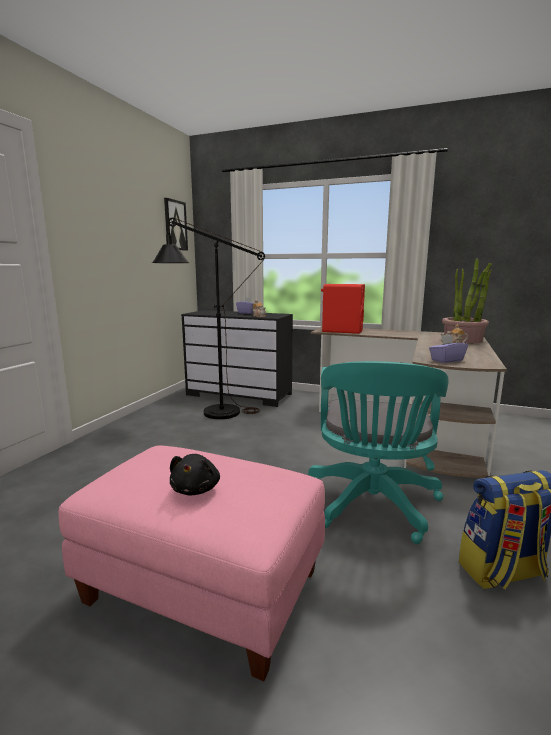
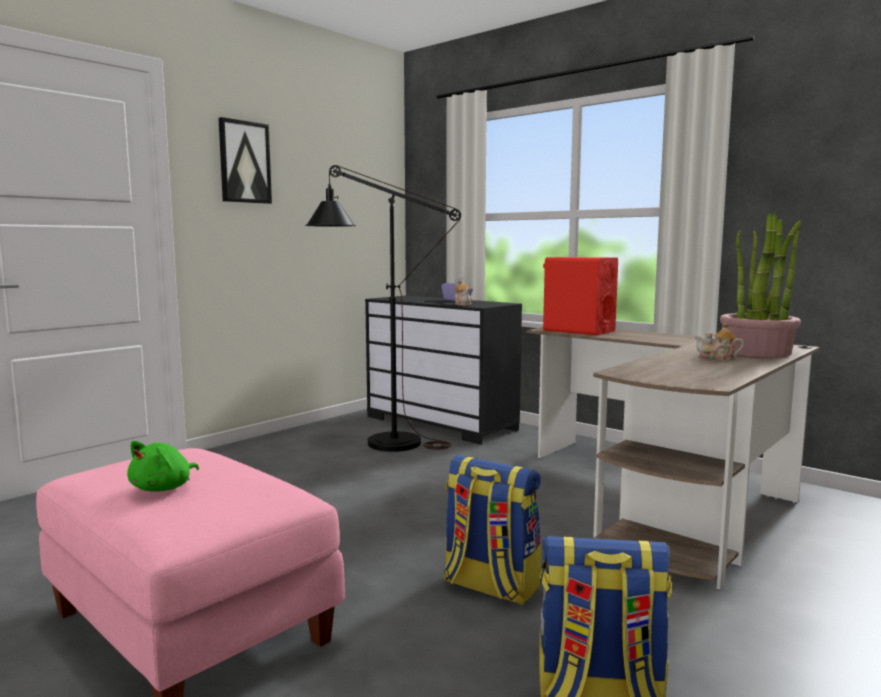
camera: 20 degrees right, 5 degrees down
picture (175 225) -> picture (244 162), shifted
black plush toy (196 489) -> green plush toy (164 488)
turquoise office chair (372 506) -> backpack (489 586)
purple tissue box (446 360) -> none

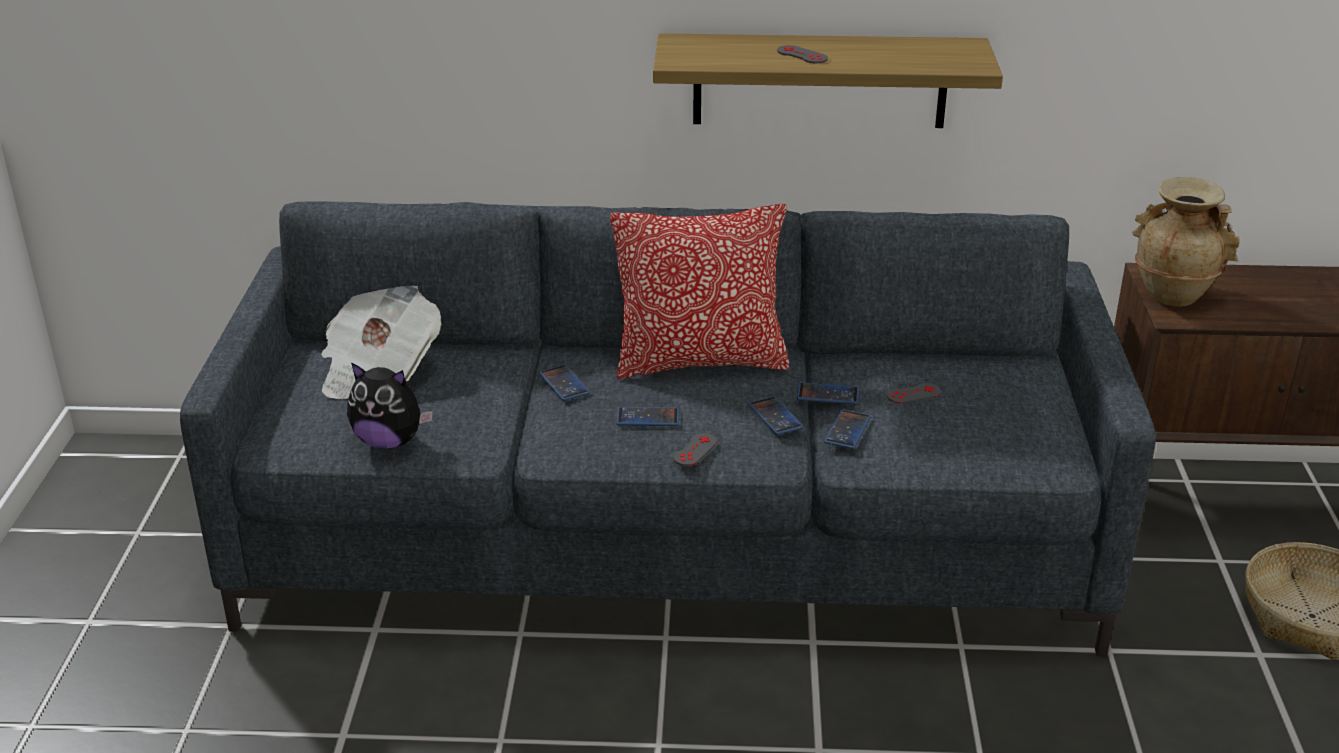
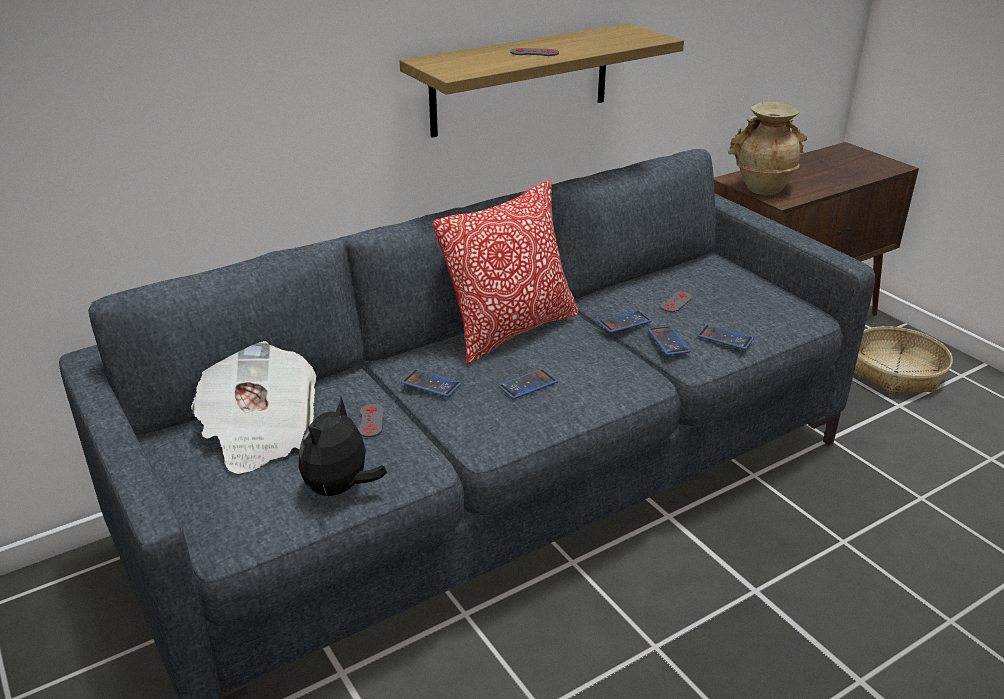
camera: 35 degrees left, 0 degrees up
plush toy (389 441) -> plush toy (340 489), 135 degrees clockwise
grey game controller (695 450) -> grey game controller (370 420), shifted
phone (775 416) -> phone (725 338), shifted

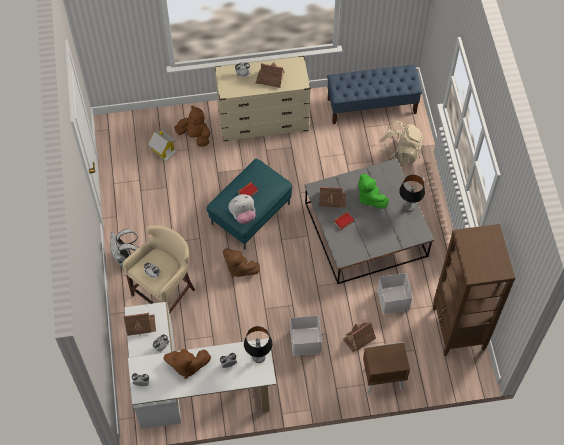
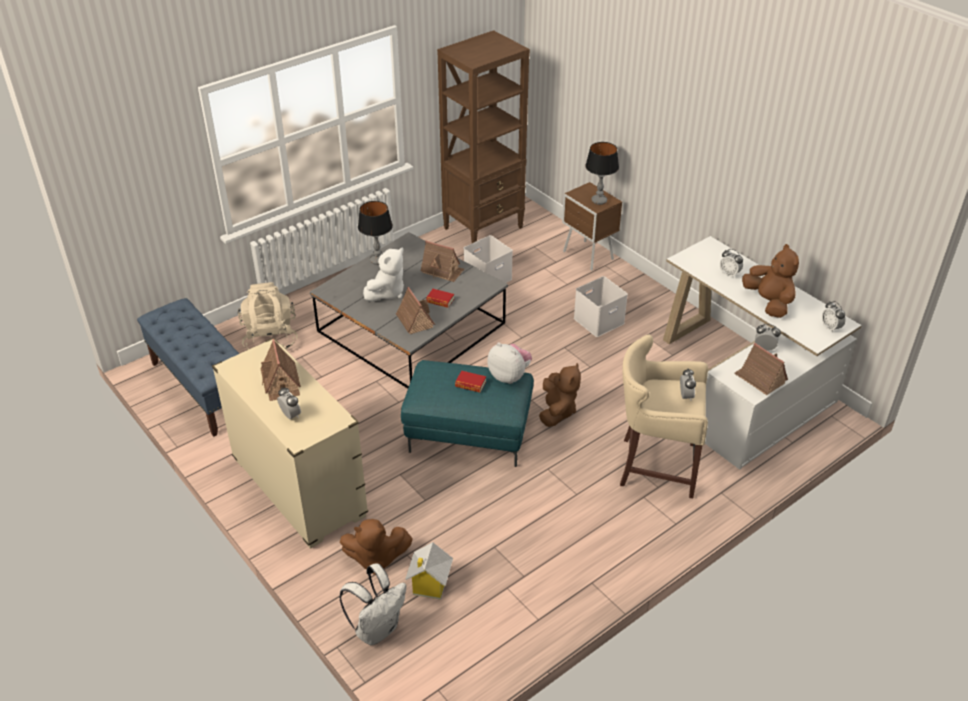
camera: 120 degrees left, 20 degrees down
white backpack (125 259) -> white backpack (377 628), shifted
brown plush toy (195 136) -> brown plush toy (375 558), 90 degrees counterclockwise
table lamp (258 357) -> table lamp (599 201), shifted
toy house (359 338) -> toy house (442 271), shifted
green plush toy (370 197) -> white plush toy (387 292)

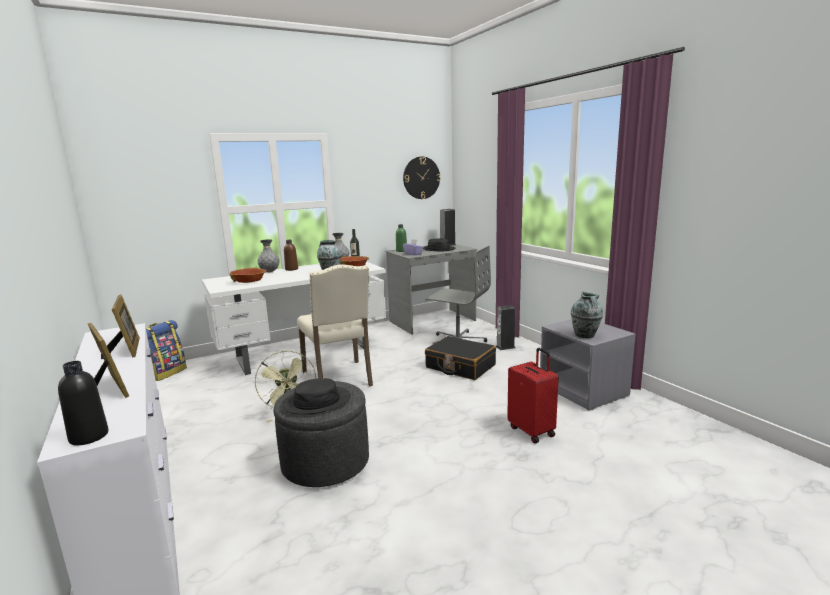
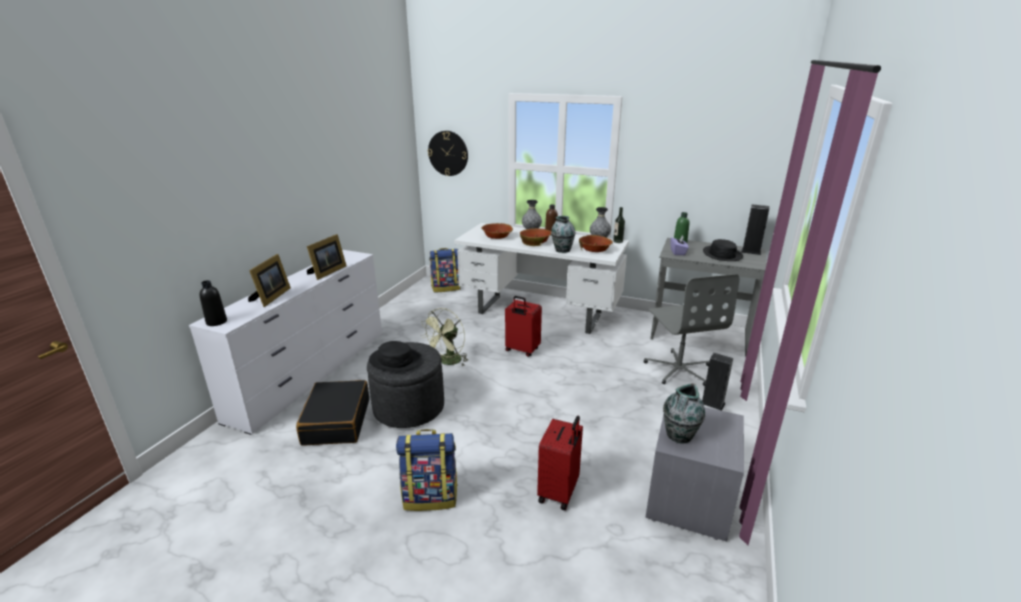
camera: 50 degrees right, 10 degrees up
beige chair (339 379) -> red suitcase (522 350)
wall clock (421 178) -> wall clock (448 153), shifted
black suitcase (460 366) -> black suitcase (336 421), shifted
none -> backpack (431 497)
none -> bowl (535 242)

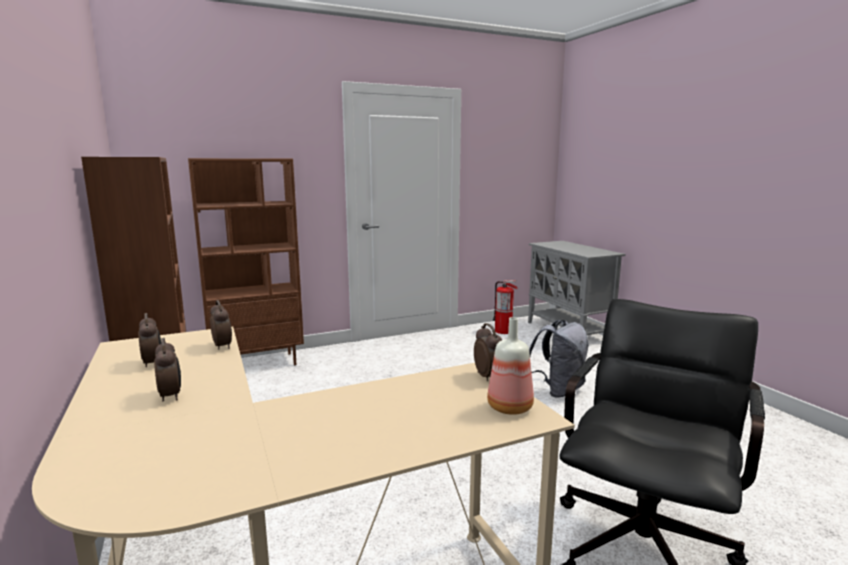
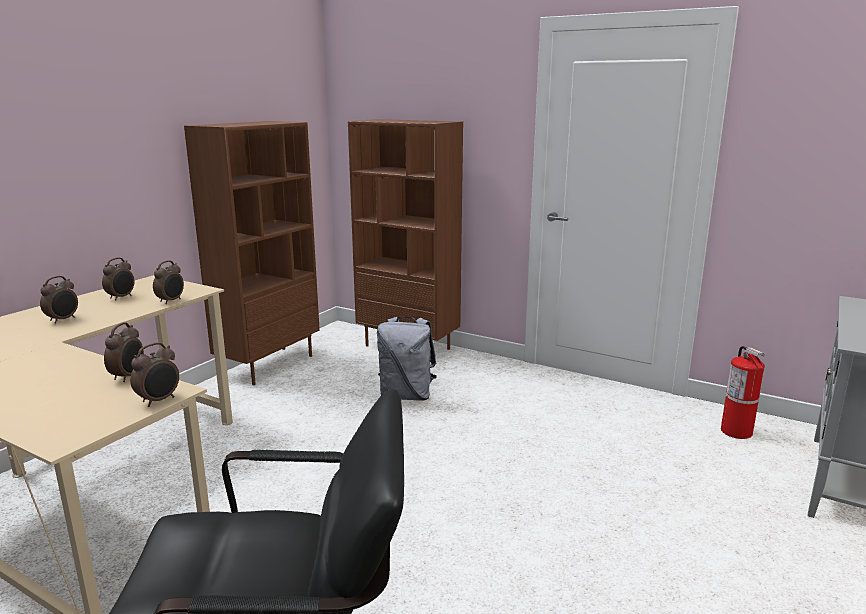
camera: 55 degrees right, 5 degrees up
bottle (511 408) -> none
grey backpack (558 390) -> grey backpack (407 395), shifted
none -> alarm clock (128 376)

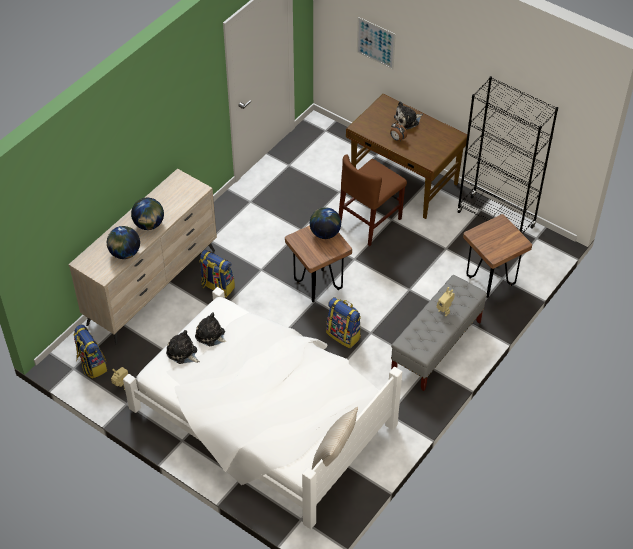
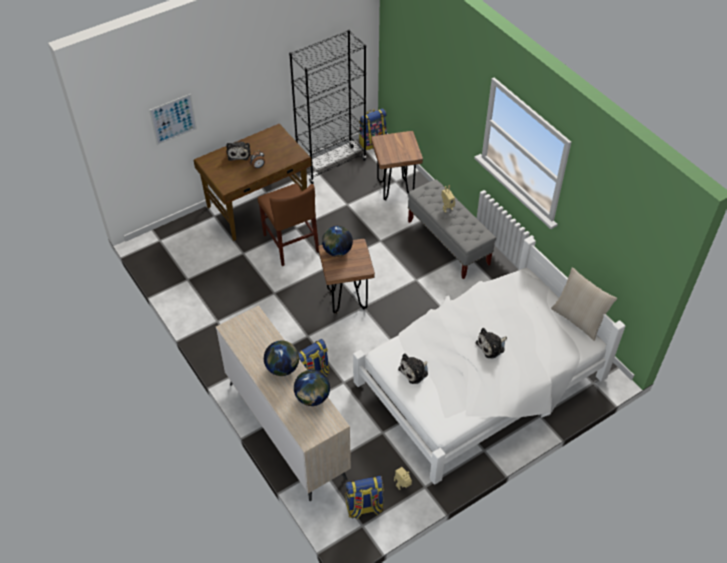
camera: 70 degrees left, 0 degrees up
plush toy (183 353) -> plush toy (492 346), shifted
backpack (344 335) -> backpack (372 142), shifted

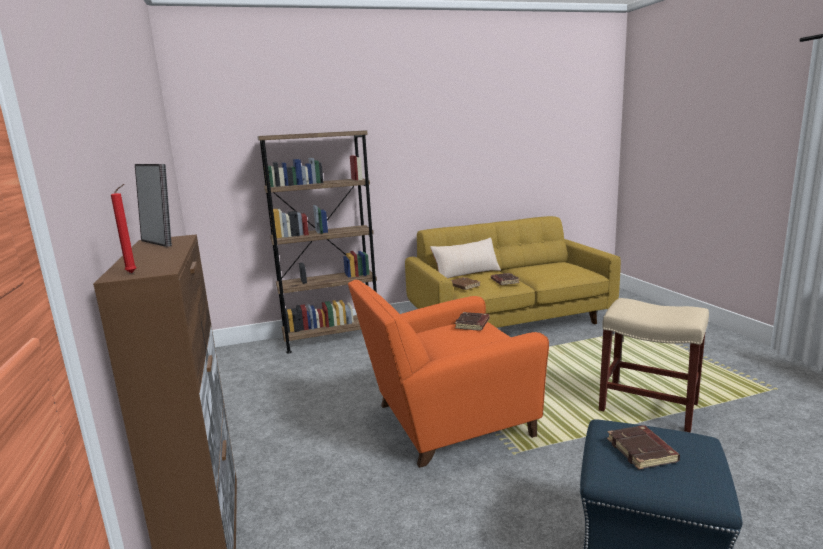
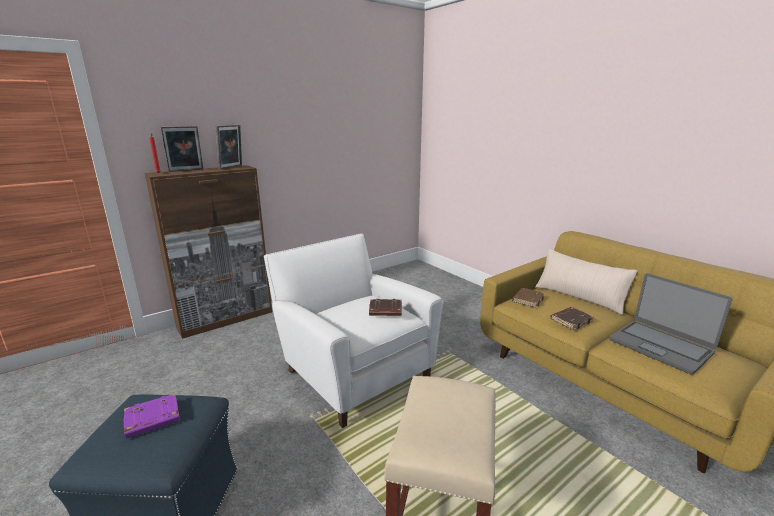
camera: 70 degrees right, 5 degrees up
brown bookcase (331 338) -> none
orange armchair (445 422) -> white armchair (353 371)
brown book (642 451) -> purple book (152 420)
none -> picture frame (186 170)
none -> laptop (660 346)

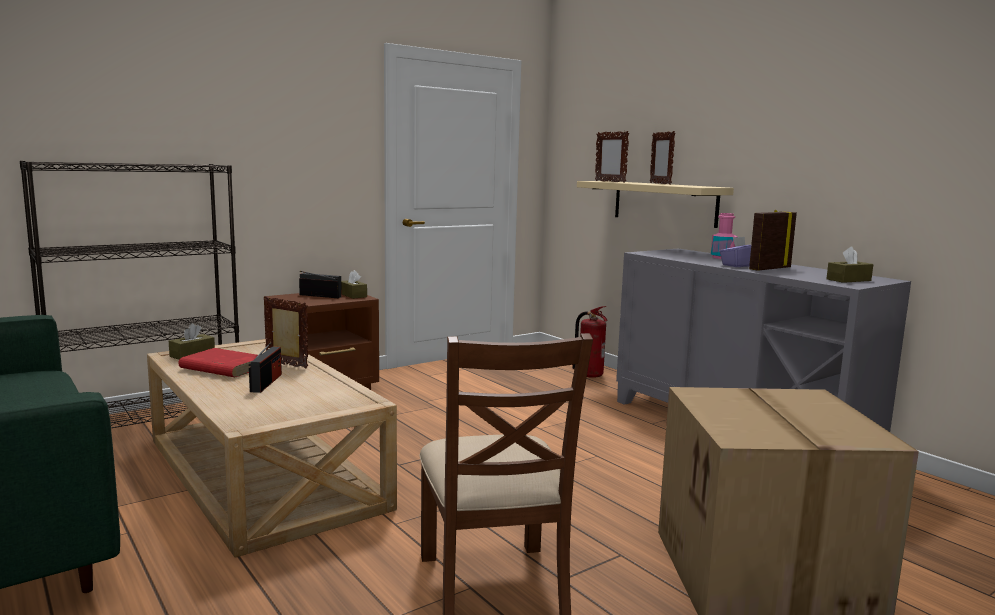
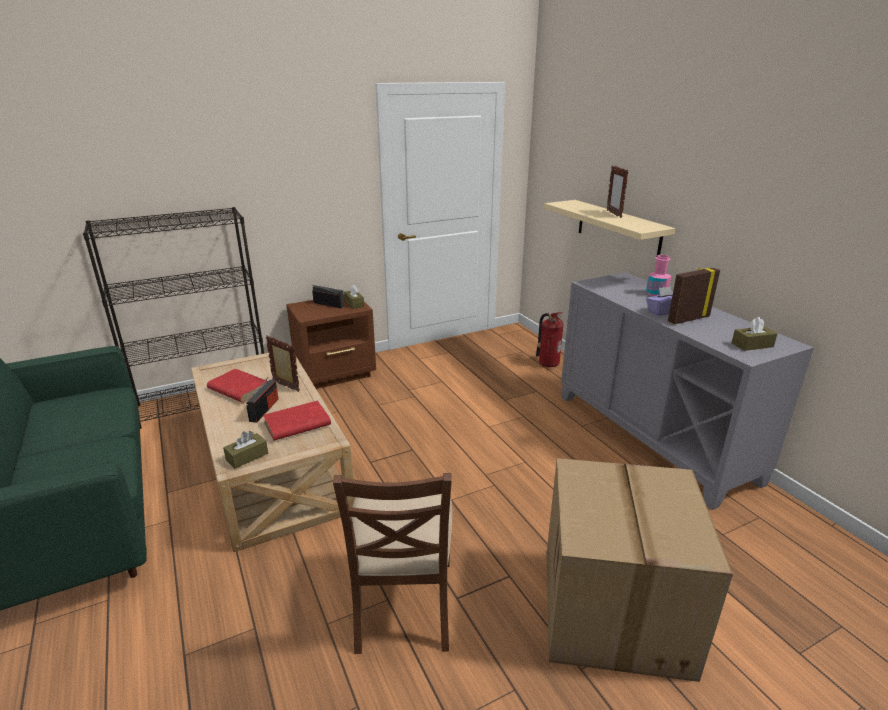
camera: 10 degrees right, 15 degrees up
brown tissue box (192 354) -> brown tissue box (247 457), shifted
picture frame (610 182) -> none
none -> red book (296 424)

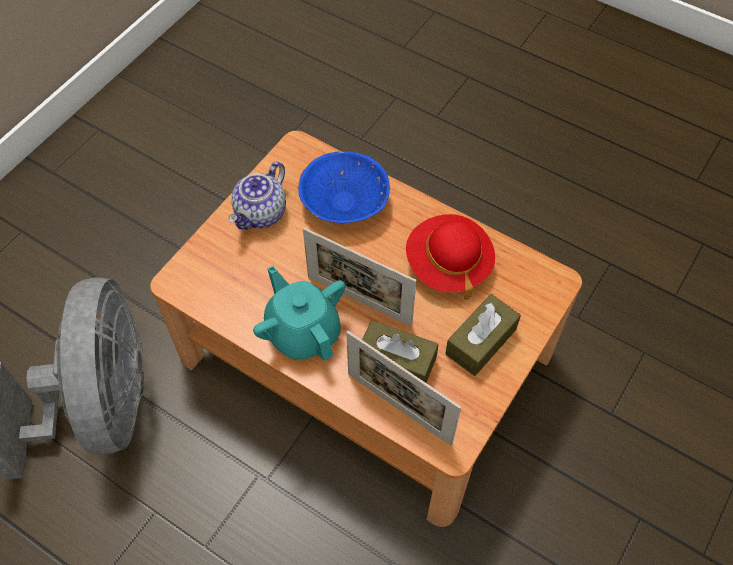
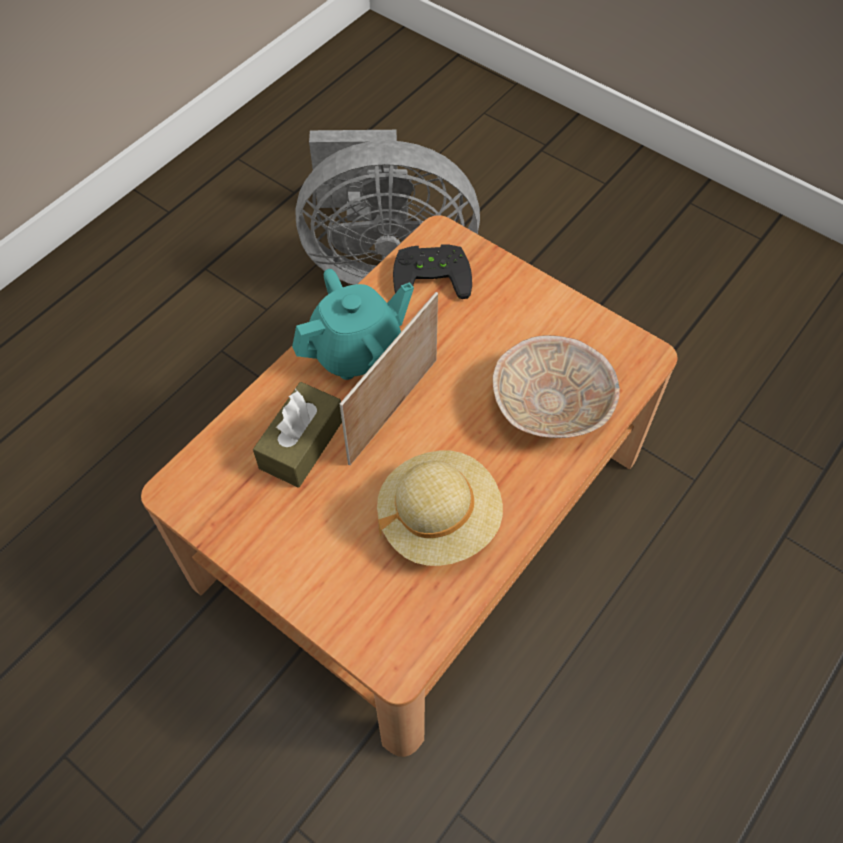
camera: 95 degrees right, 0 degrees up
teapot (261 214) -> none
blue bowl (344 201) -> beige bowl (552 404)
picture frame (399 408) -> none
red hat (448 264) -> beige hat (439 519)
brown tissue box (481 341) -> none
none -> black game controller (432 274)

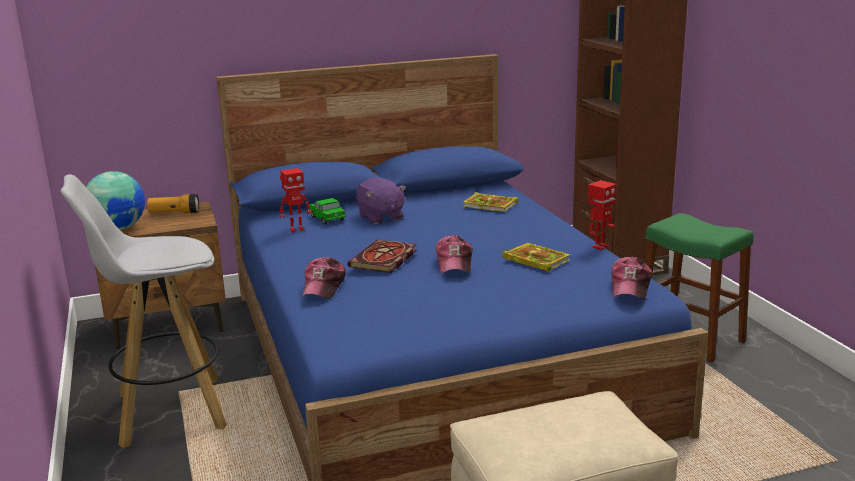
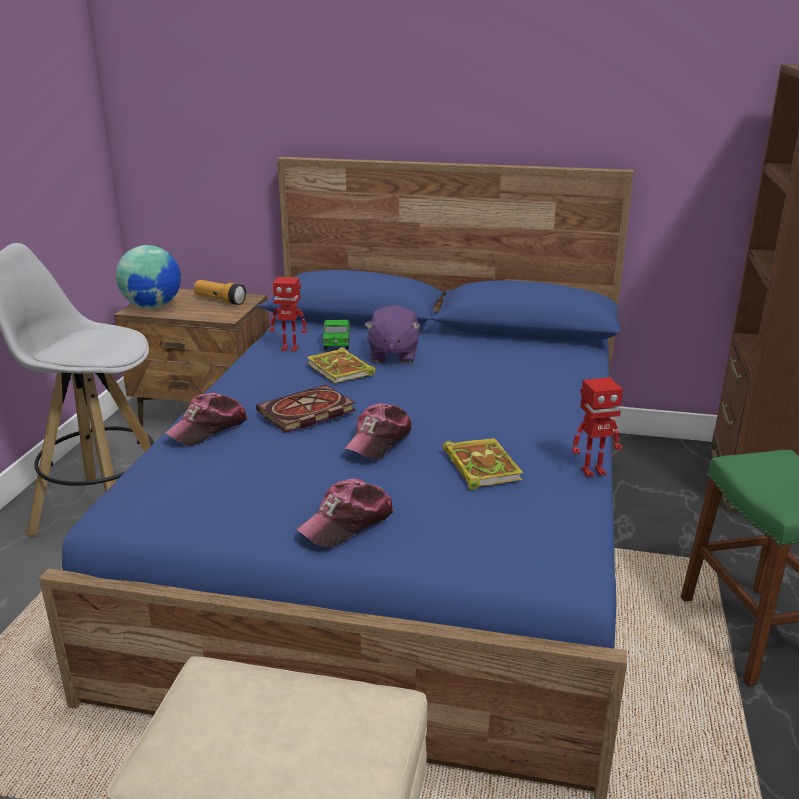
camera: 30 degrees right, 5 degrees up
book (491 205) -> book (341 370), shifted
cap (630 287) -> cap (347 523), shifted

